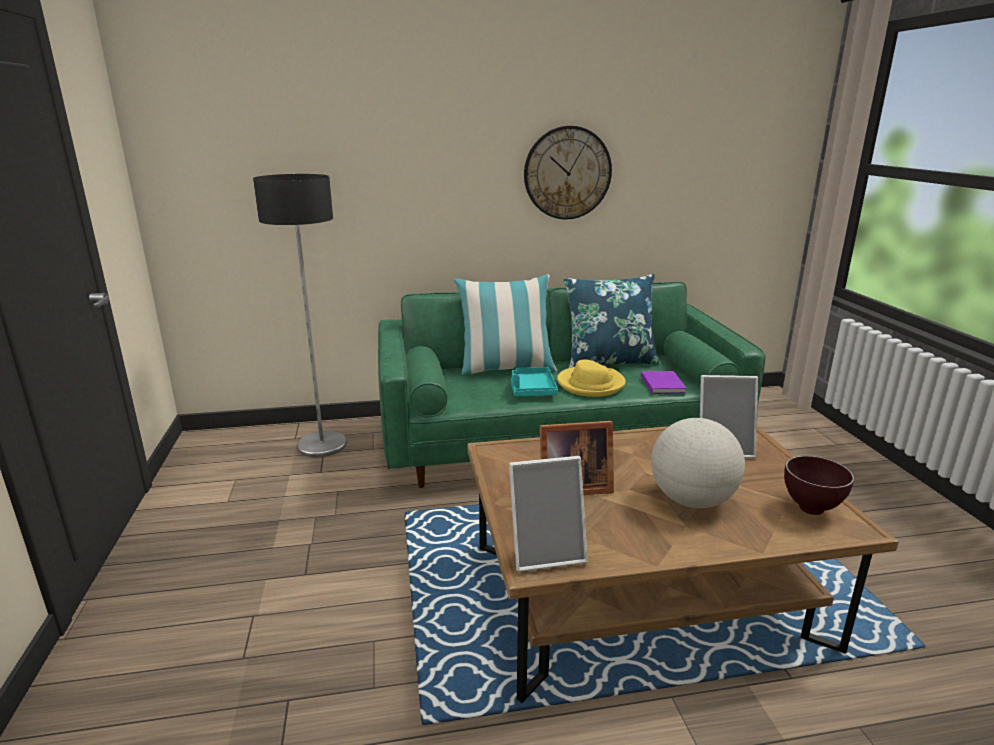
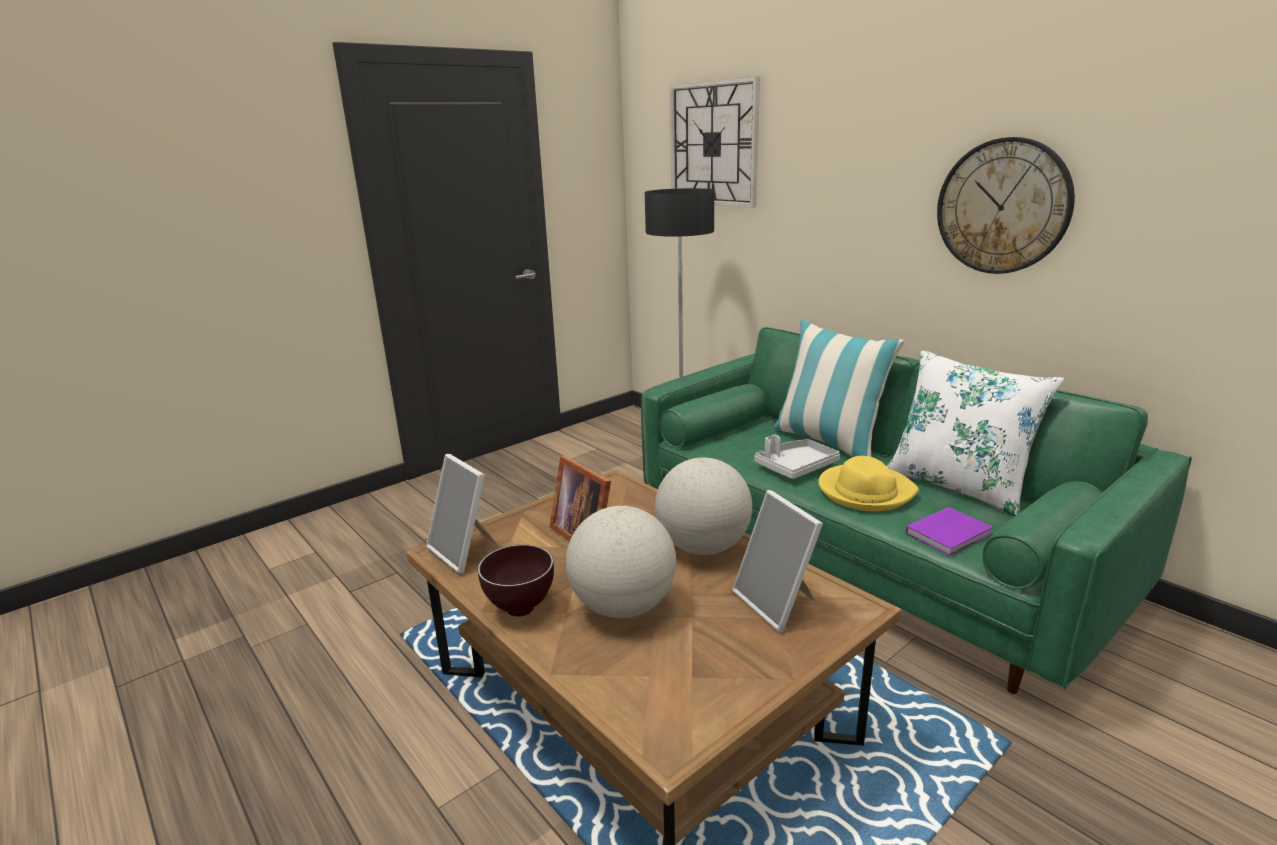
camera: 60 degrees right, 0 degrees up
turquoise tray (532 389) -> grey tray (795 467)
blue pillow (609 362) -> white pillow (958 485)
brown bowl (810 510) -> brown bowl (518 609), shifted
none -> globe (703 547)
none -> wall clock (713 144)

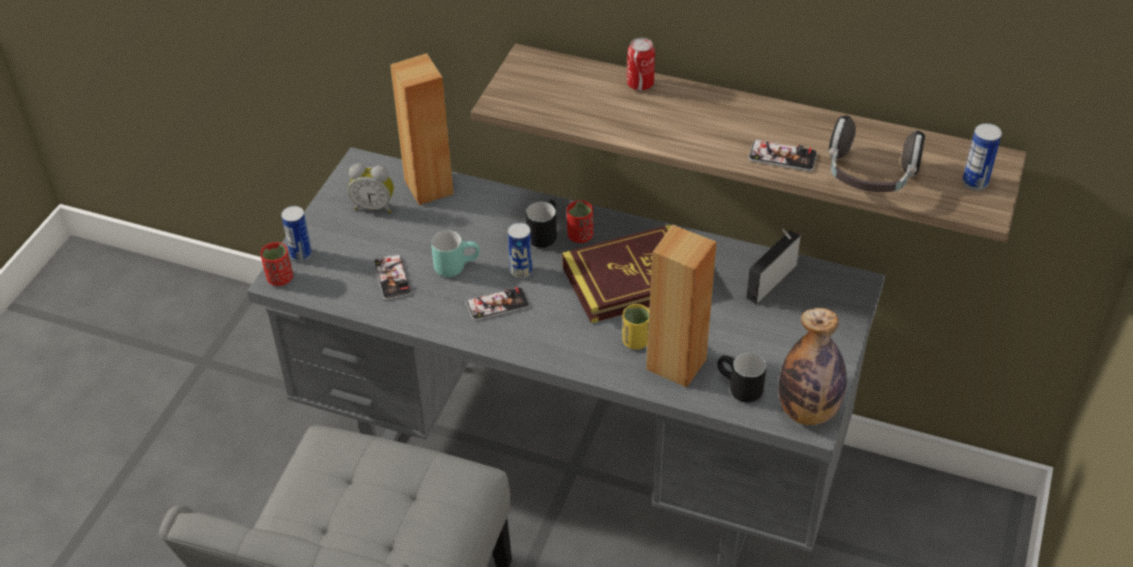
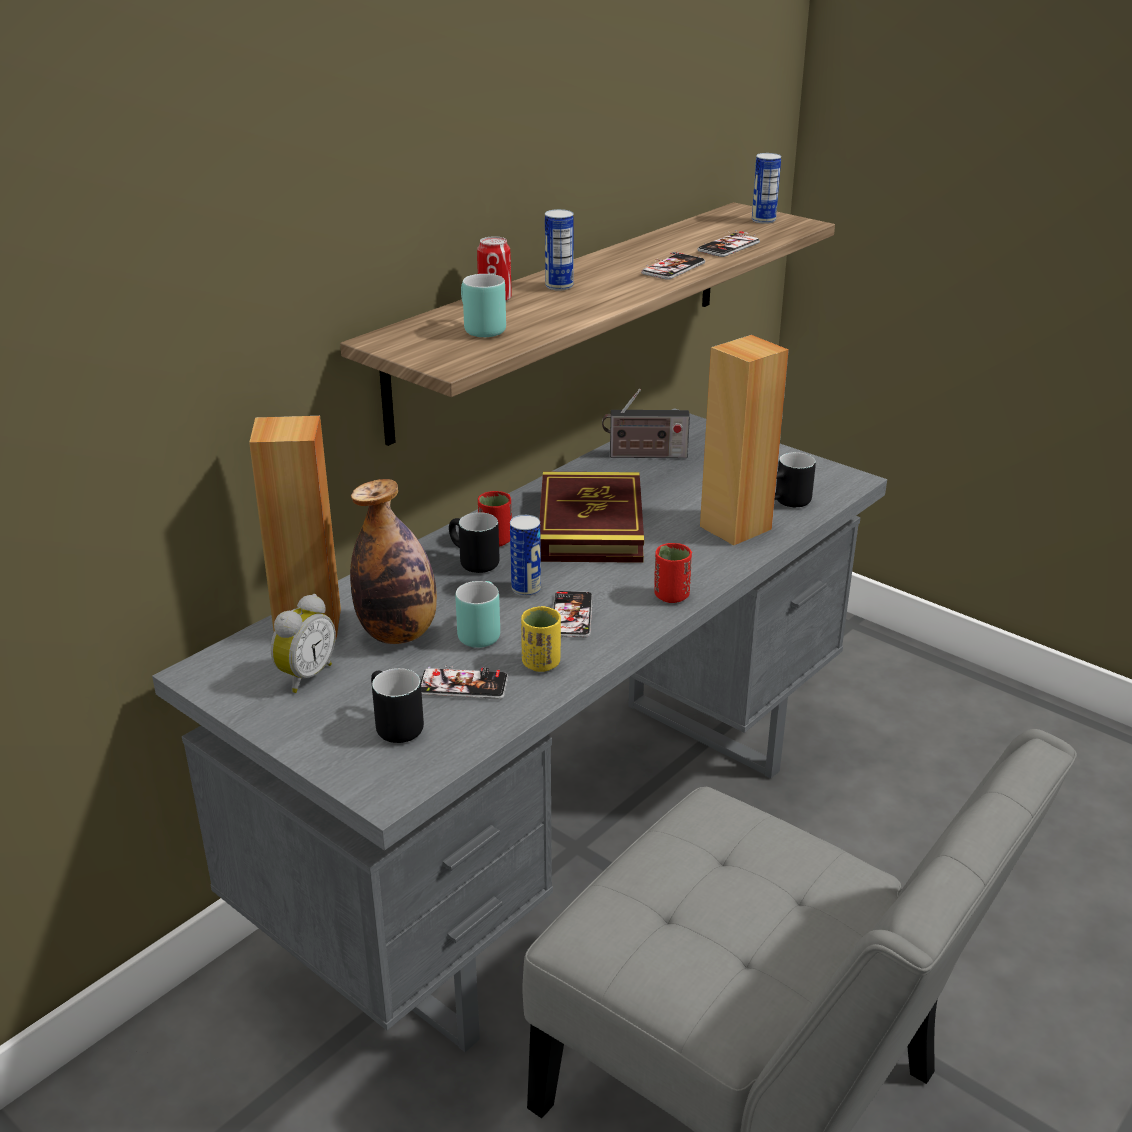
camera: 70 degrees left, 15 degrees down
red cup (280 278) -> red cup (671 596), shifted
can (301 255) -> can (559 286), shifted
yellow cup (635 341) -> yellow cup (541 663), shifted
radio (772 279) -> radio (644 455), 60 degrees counterclockwise
bottle (808 411) -> bottle (398 633), shifted
headphones (869 177) -> phone (728 247)
none -> black mug (391 726)
none -> turquoise mug (477 329)

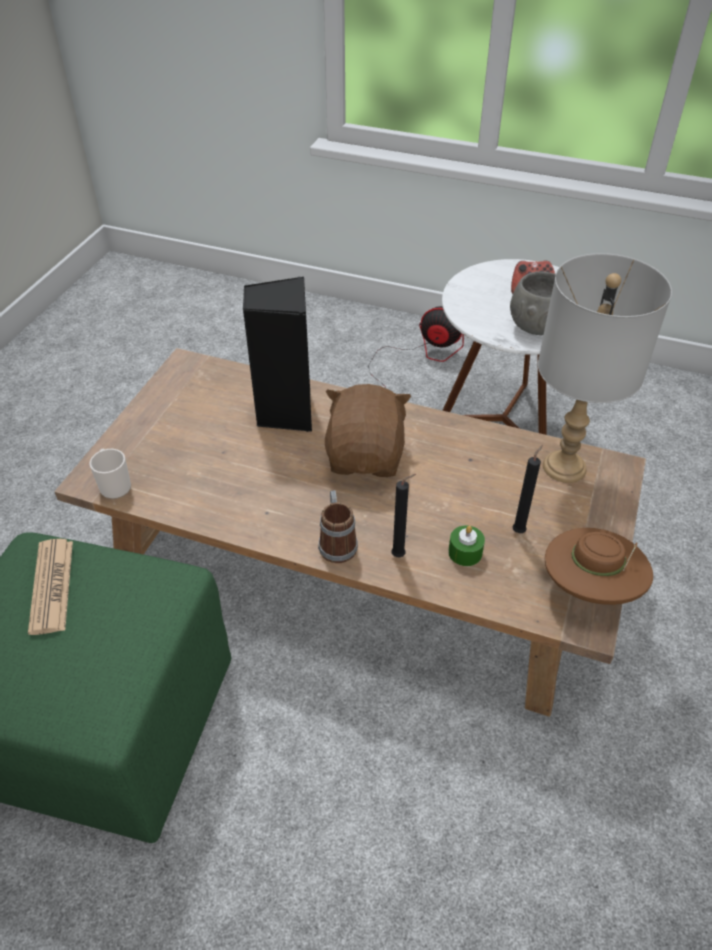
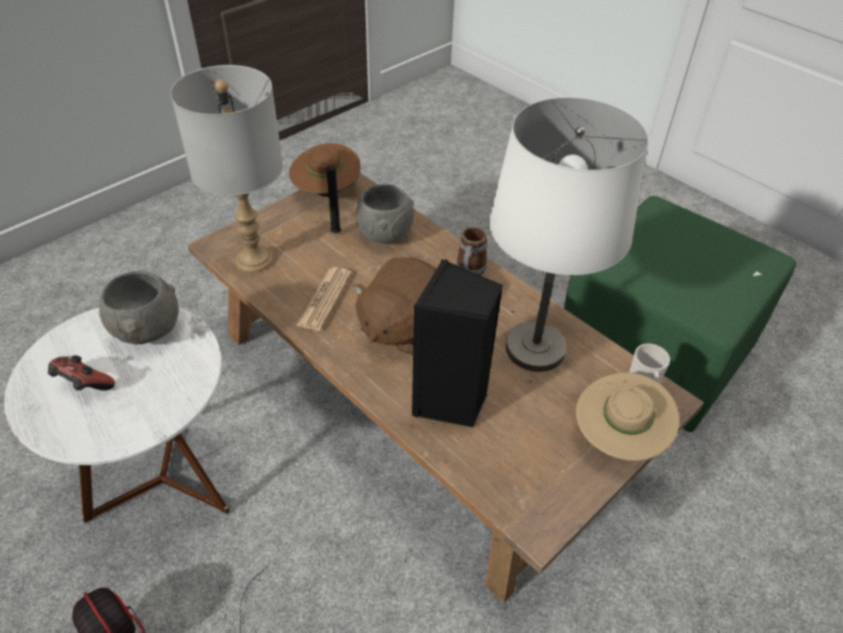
camera: 155 degrees left, 0 degrees up
newspaper (52 586) -> newspaper (325 299), shifted
black candle (400 555) -> none
green candle (465 552) -> grey bowl (384 234)
none -> white table lamp (534 349)
none -> beige hat (617 437)

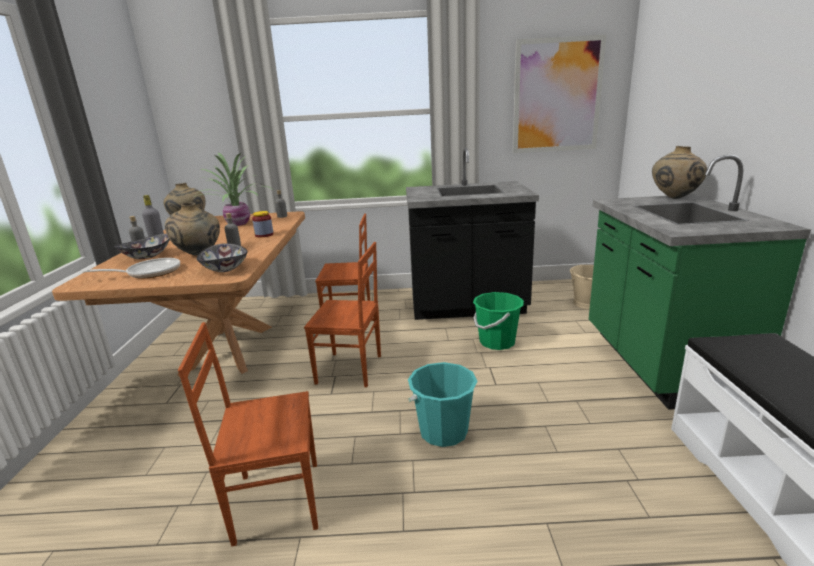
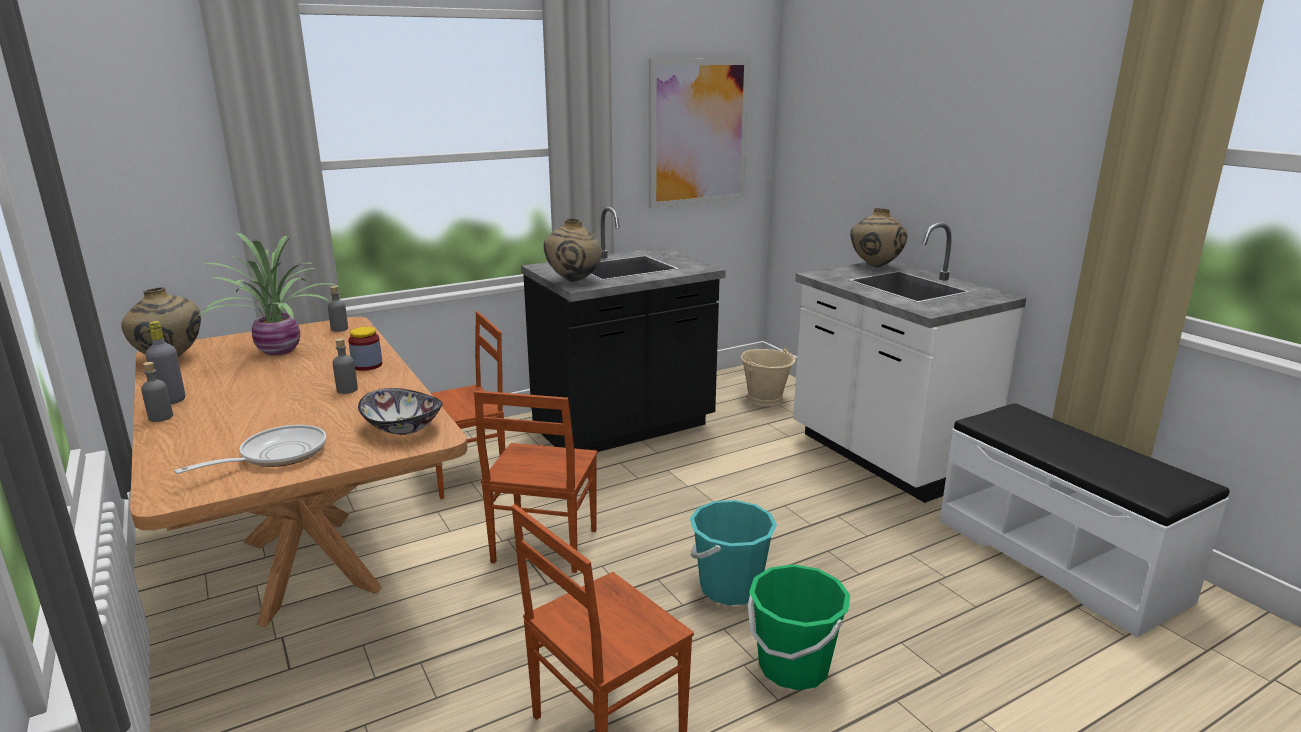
camera: 30 degrees left, 0 degrees up
bowl (147 256) -> none
beige vase (199 254) -> beige vase (574 281), shifted
brown chair (350 370) -> brown chair (543 547), 120 degrees clockwise
green bucket (497 342) -> green bucket (793 667), shifted
green counter (659 364) -> white counter (885 457)

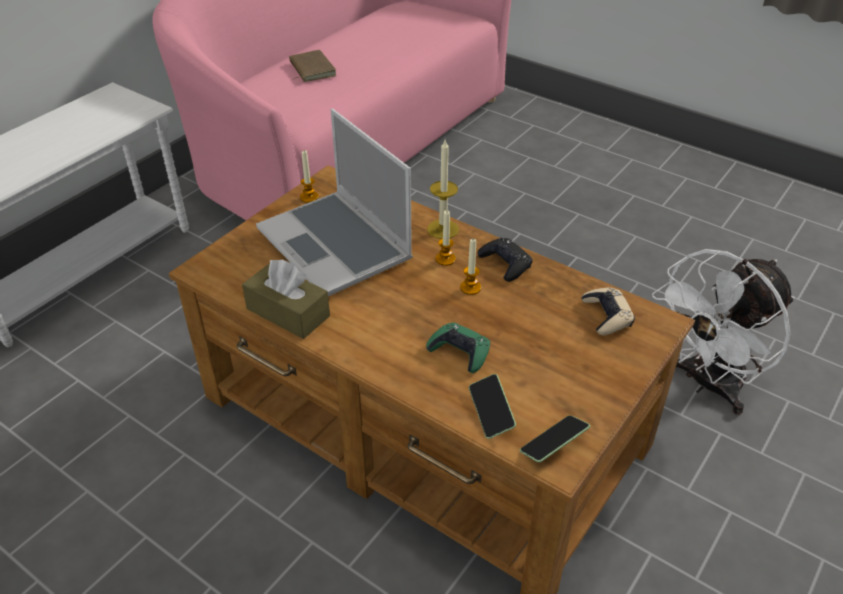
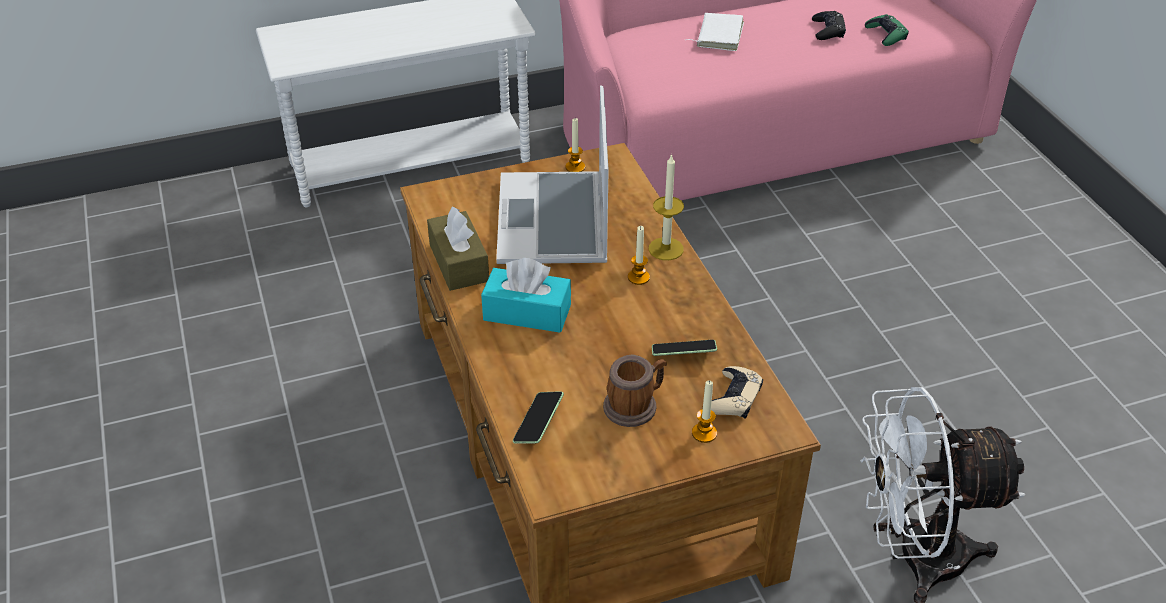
camera: 35 degrees right, 0 degrees up
brown book (310 69) -> white book (718 35)
green game controller (460 352) -> green game controller (886 35), shifted
candle (470 288) -> candle (704 433), shifted
black game controller (505 263) -> black game controller (828 30), shifted
phone (553 444) -> phone (683 354), shifted
none -> turquoise tissue box (527 313)
none -> mug (635 405)

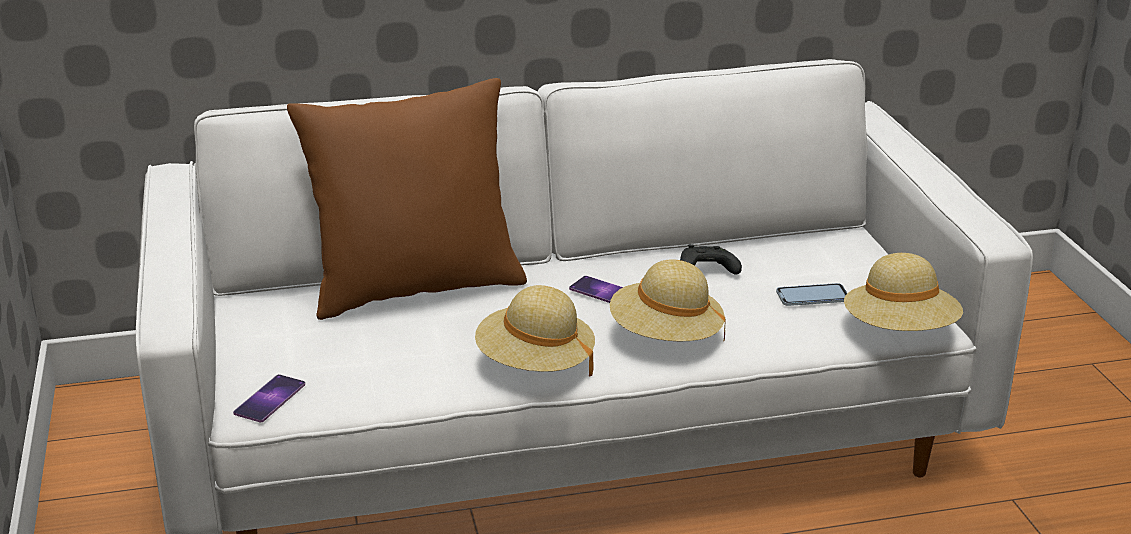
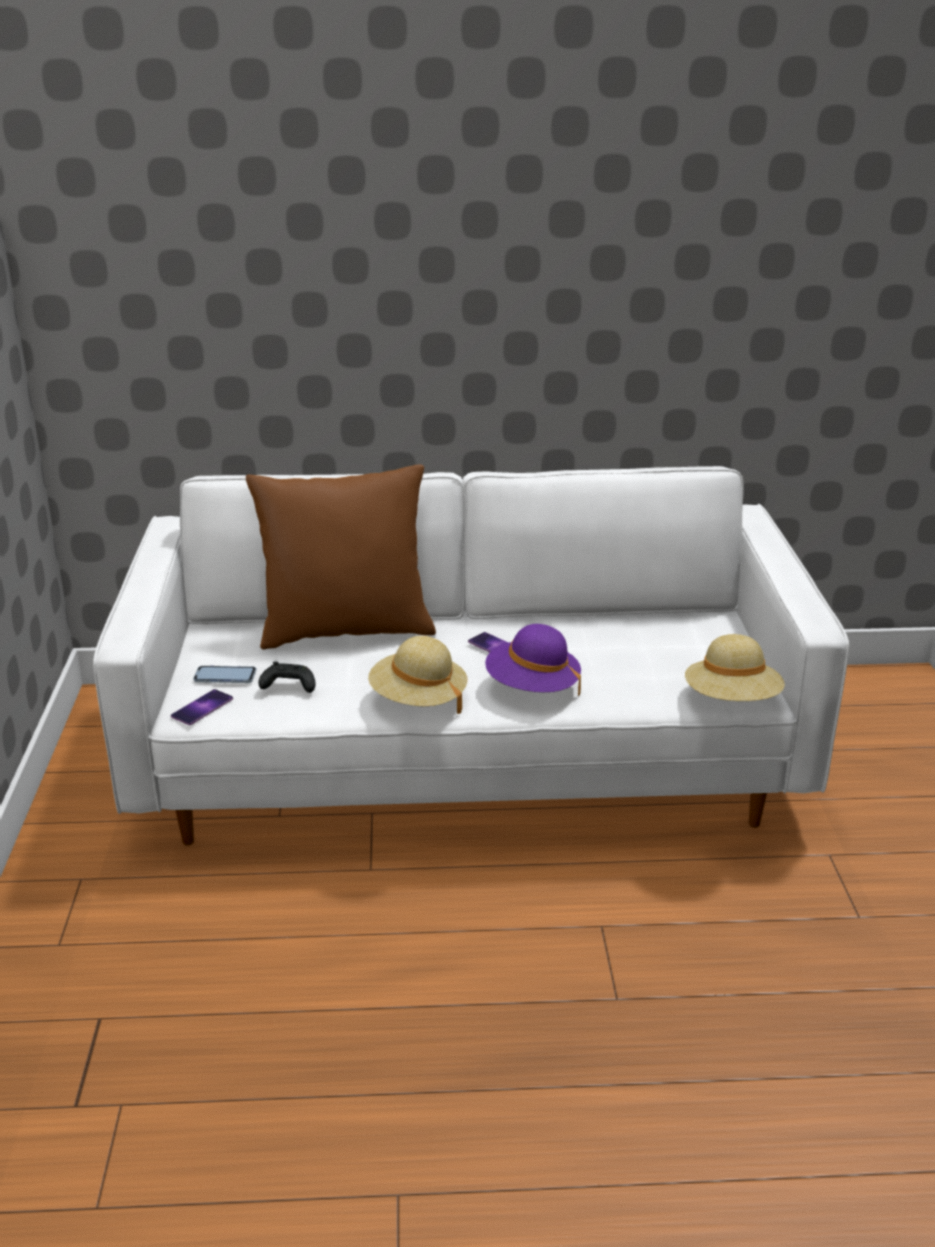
camera: 10 degrees right, 0 degrees up
beige hat (665 337) -> purple hat (532 687)
black game controller (706 271) -> black game controller (287 687), shifted
phone (812 296) -> phone (225 676), shifted

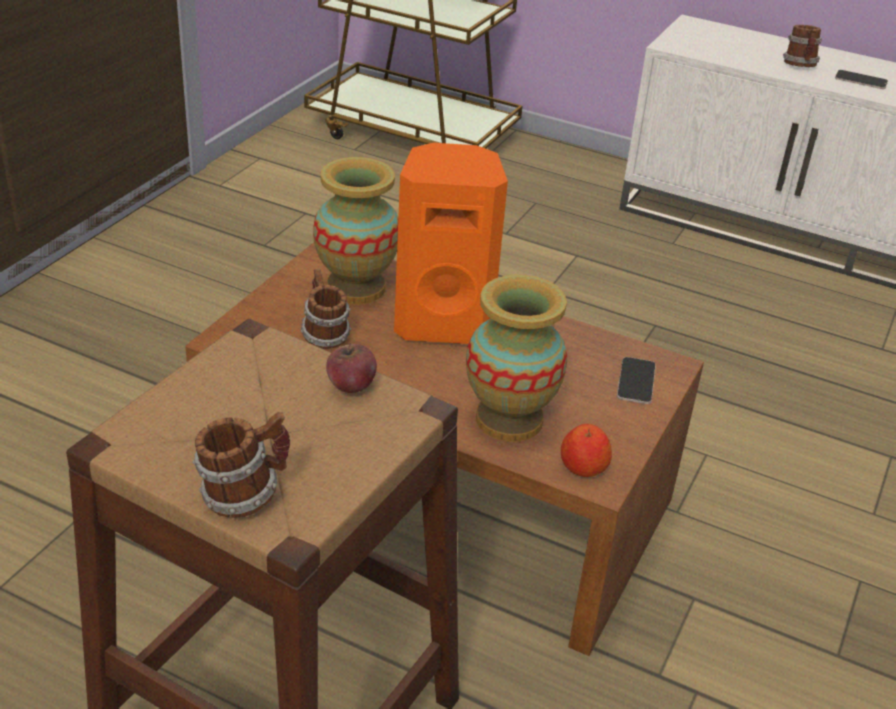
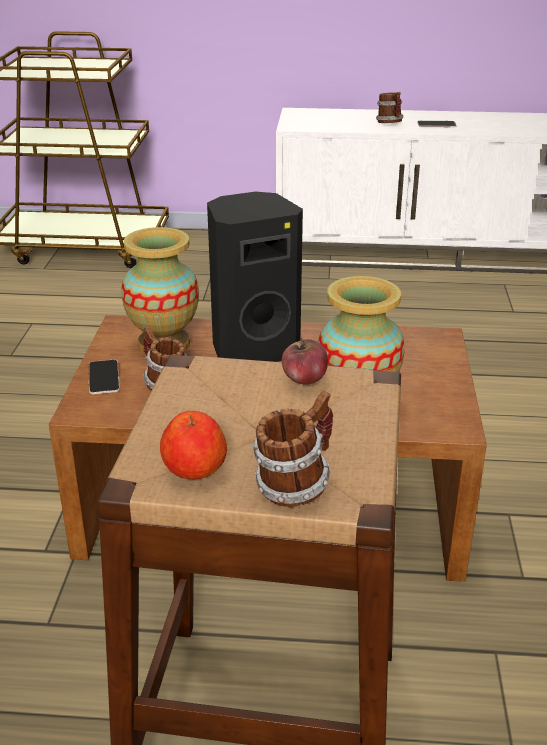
camera: 20 degrees left, 5 degrees down
orange speaker (443 322) -> black speaker (253 350)
apple (583 467) -> apple (194 468), shifted
phone (636 381) -> phone (104 378), shifted

